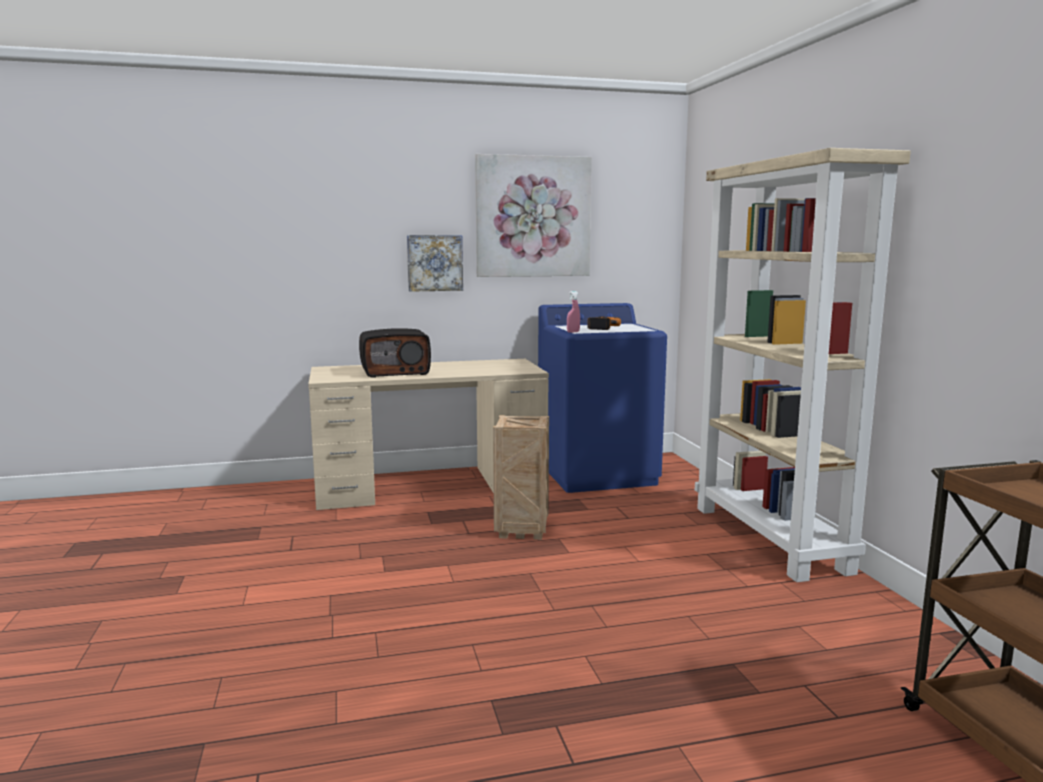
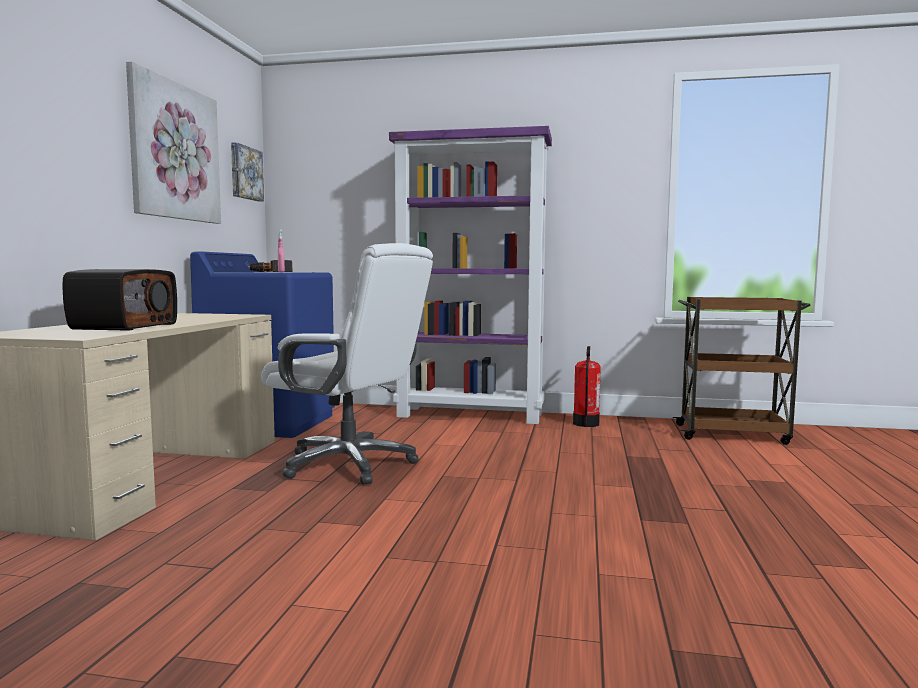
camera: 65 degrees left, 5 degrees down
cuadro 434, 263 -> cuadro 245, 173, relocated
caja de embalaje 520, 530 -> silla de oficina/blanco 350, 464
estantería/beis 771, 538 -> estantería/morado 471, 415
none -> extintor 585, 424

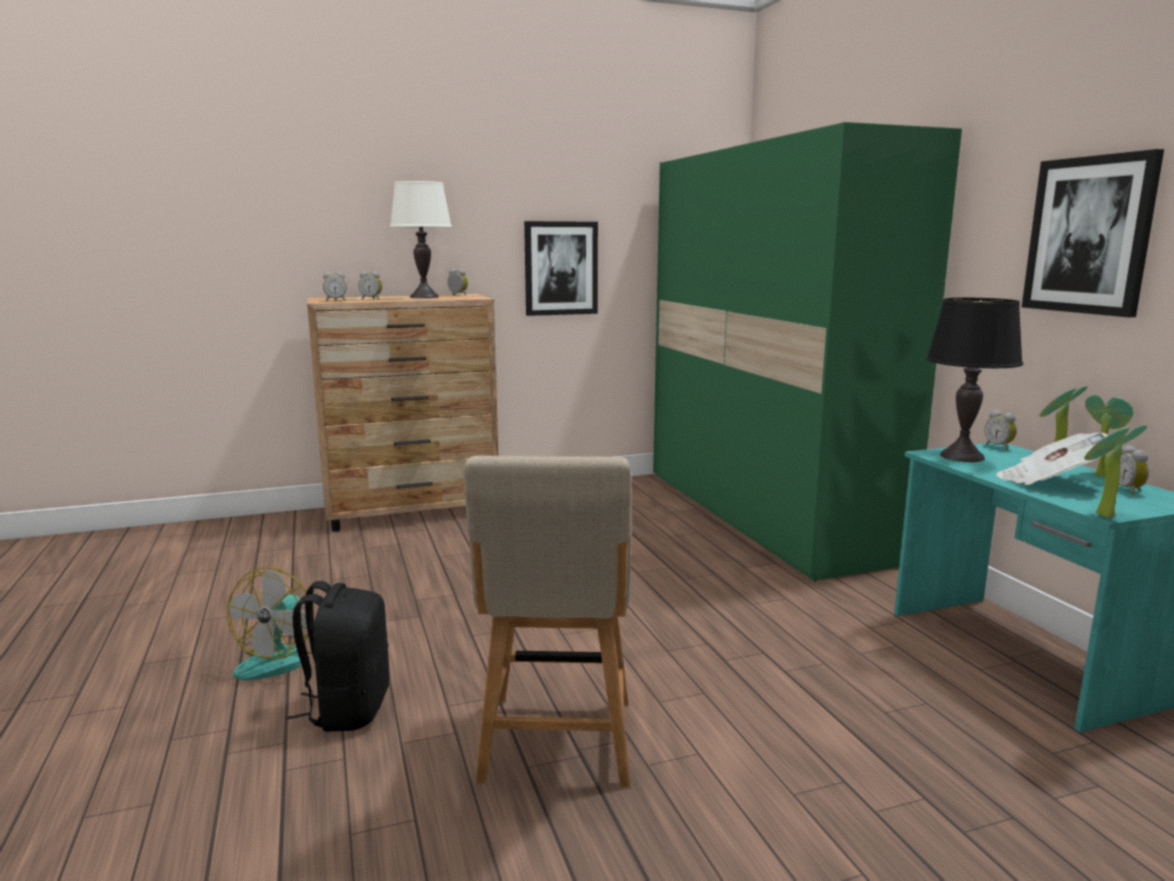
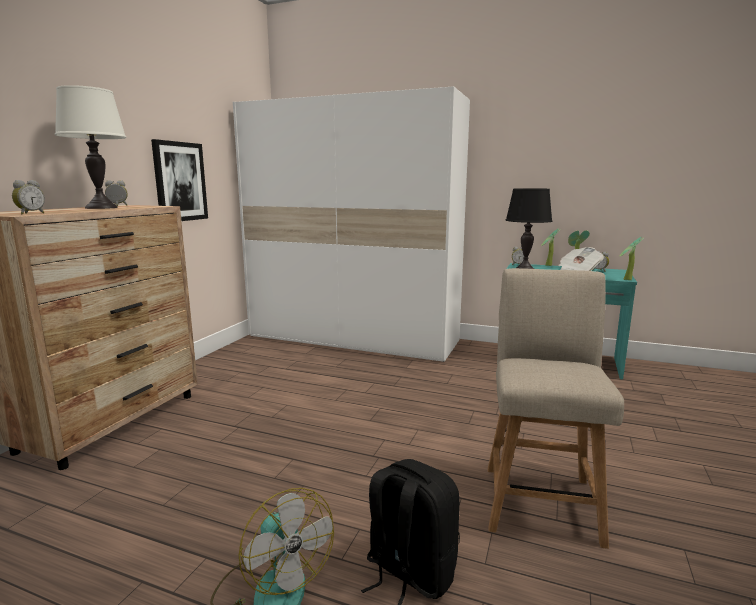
camera: 50 degrees left, 0 degrees up
armario ropero/verde 763, 513 -> armario ropero/blanco 353, 338
silla/beis 557, 745 -> silla/beis 540, 499, 120 degrees counterclockwise
despertador 371, 299 -> none
cuadro 1089, 235 -> none

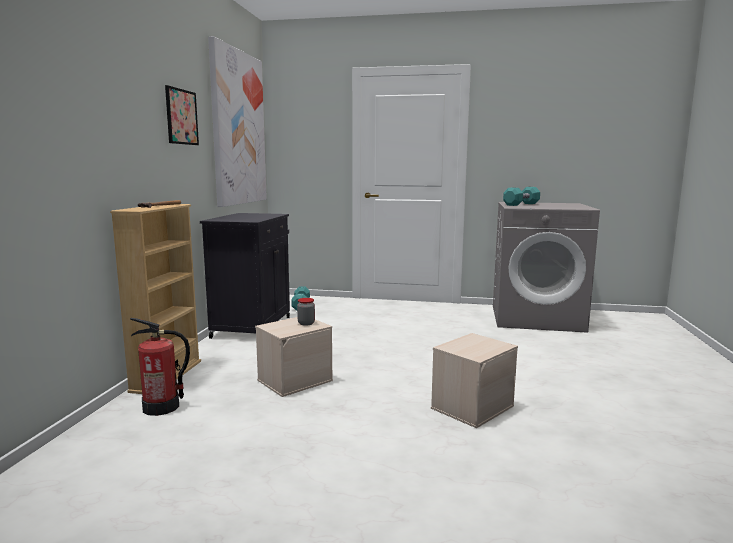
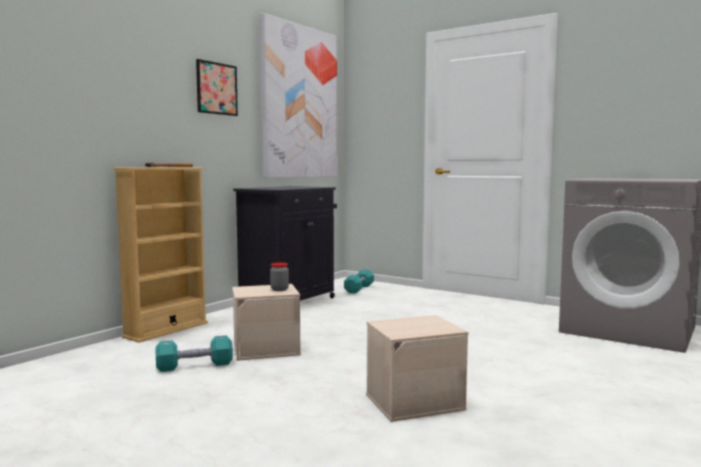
camera: 25 degrees right, 5 degrees down
mancuerna/turquesa 521, 204 -> mancuerna/turquesa 194, 366, relocated
extintor 162, 407 -> none

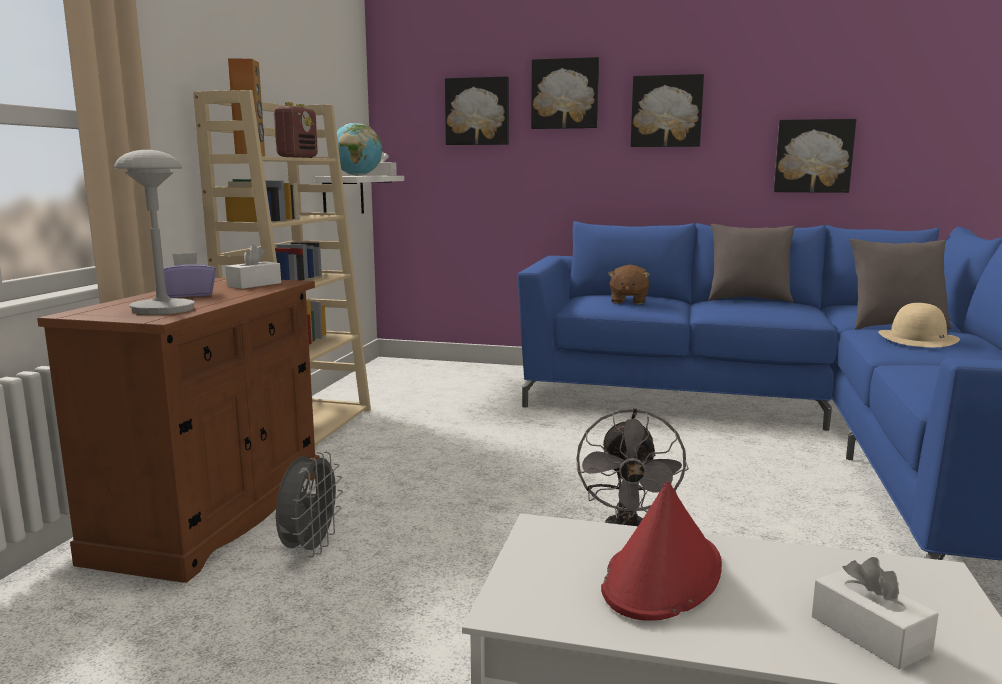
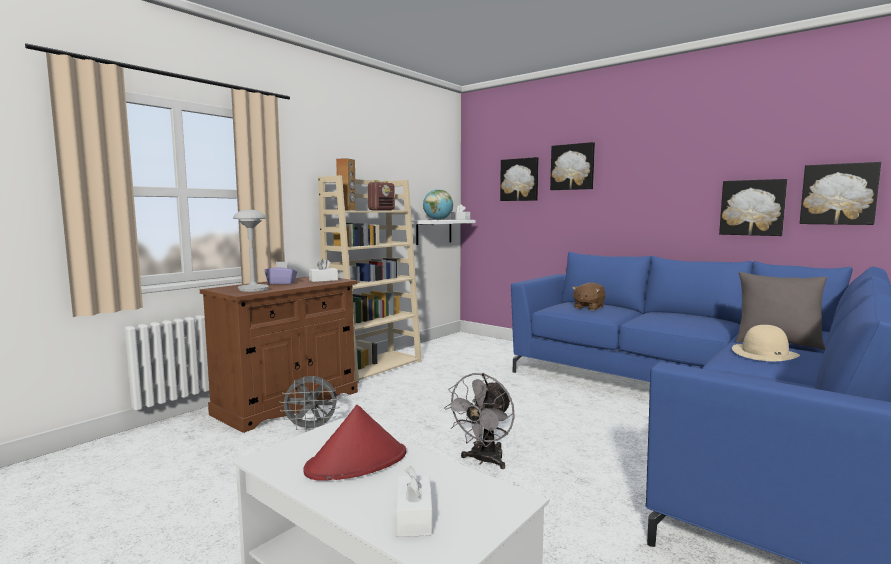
camera: 25 degrees right, 5 degrees down
ventilador/gris 310, 549 -> ventilador/gris 311, 429, 45 degrees clockwise
cuadro 666, 111 -> cuadro 838, 194, relocated
cojín/gris 748, 300 -> none

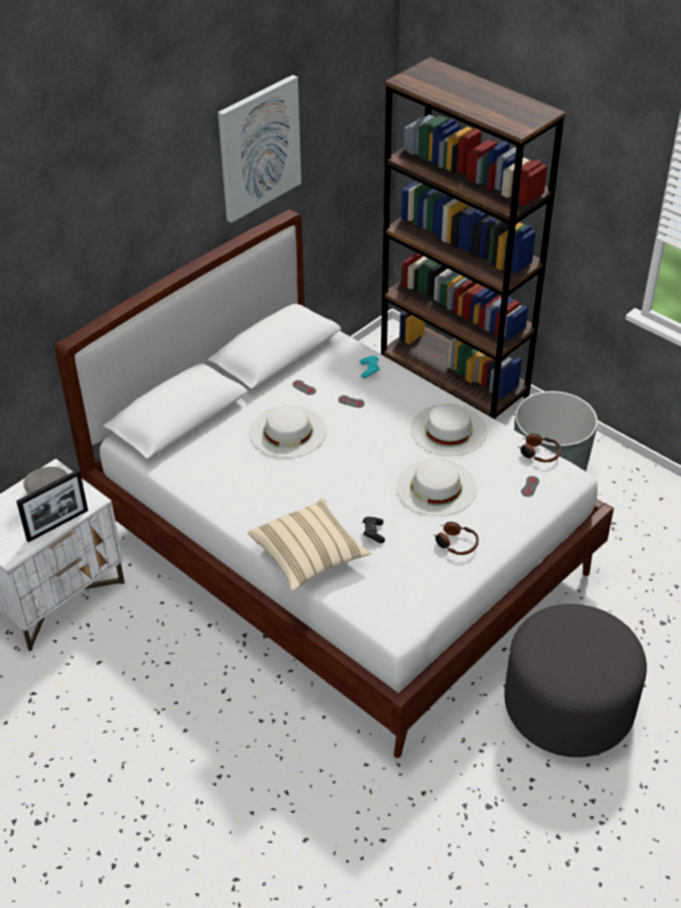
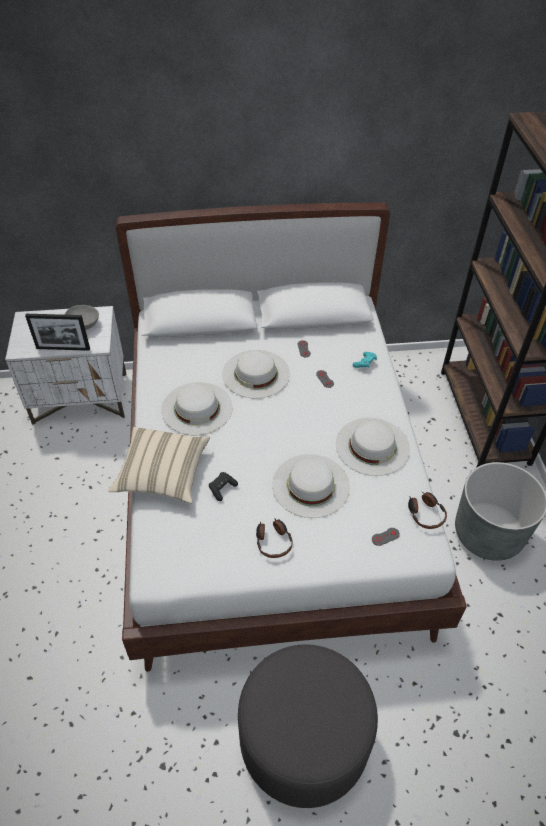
camera: 40 degrees right, 5 degrees up
none -> sombrero/blanco 196, 408
cuadro 259, 148 -> none

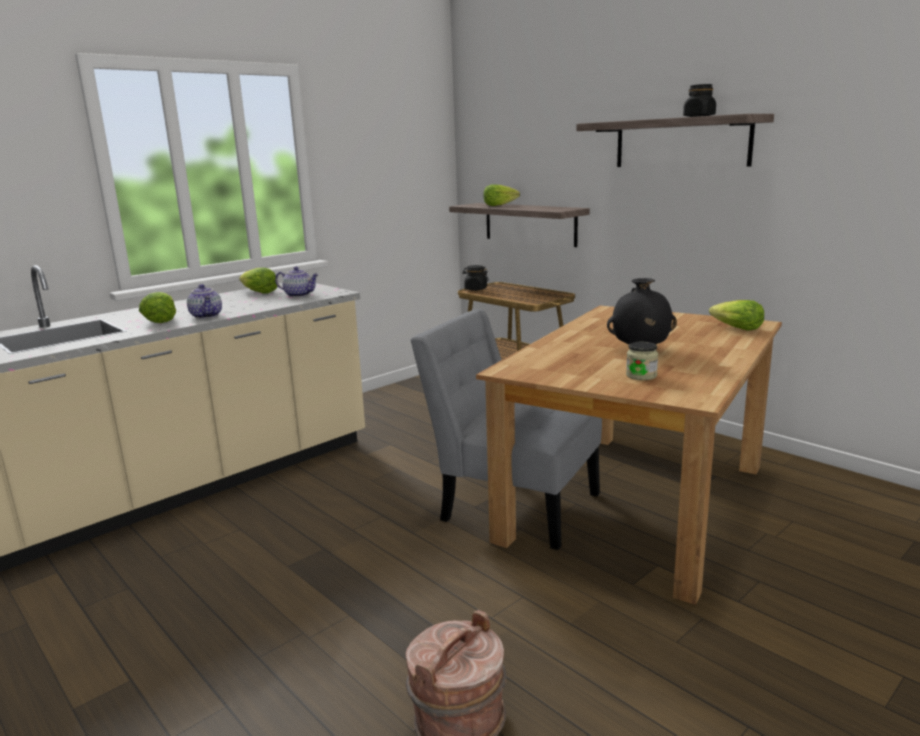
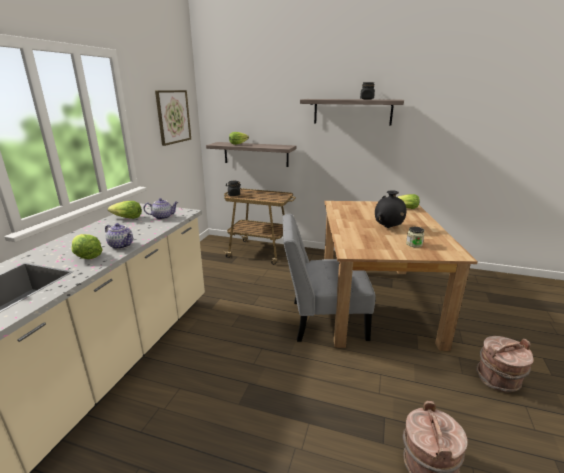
camera: 30 degrees left, 5 degrees up
none -> cuadro 173, 117
none -> cubo/marrón 498, 379

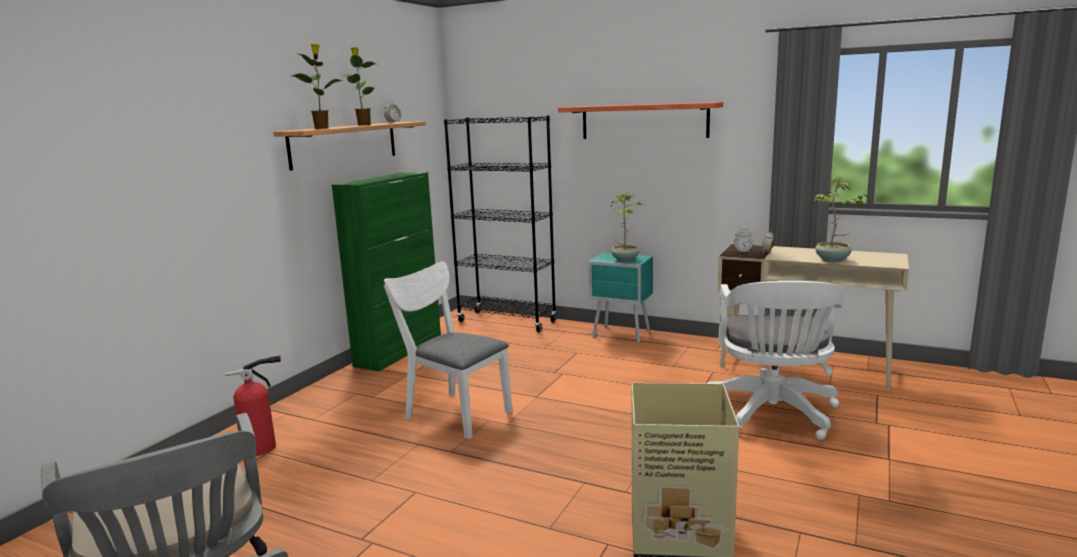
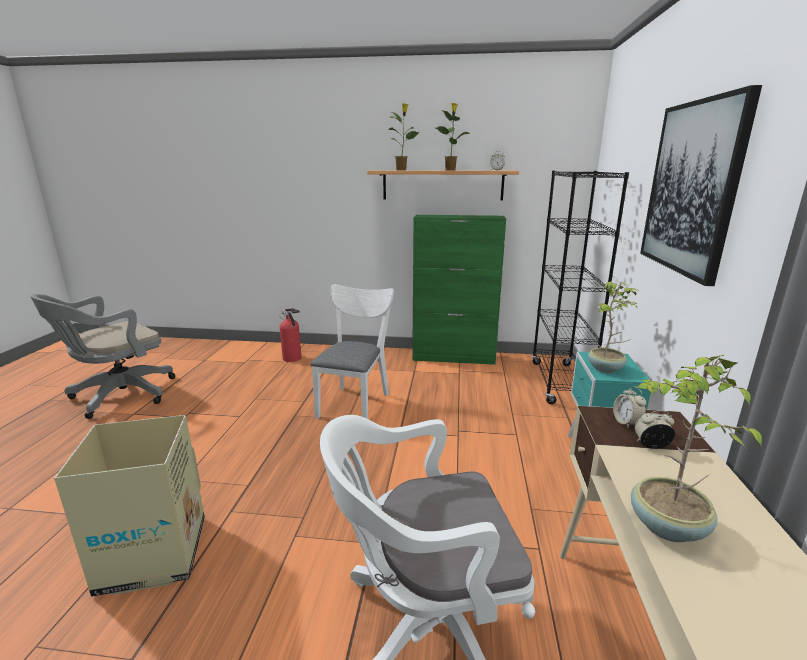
camera: 70 degrees right, 5 degrees up
estante 644, 121 -> cuadro 691, 188

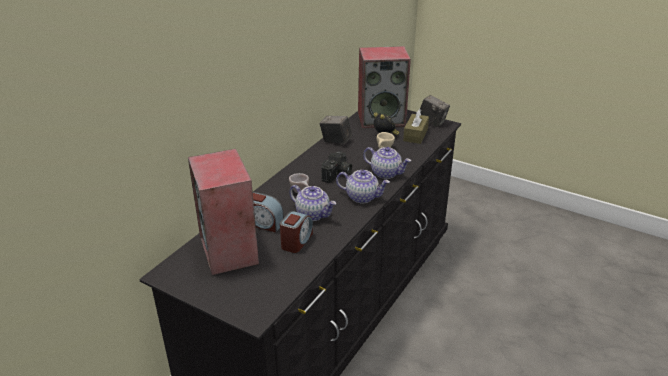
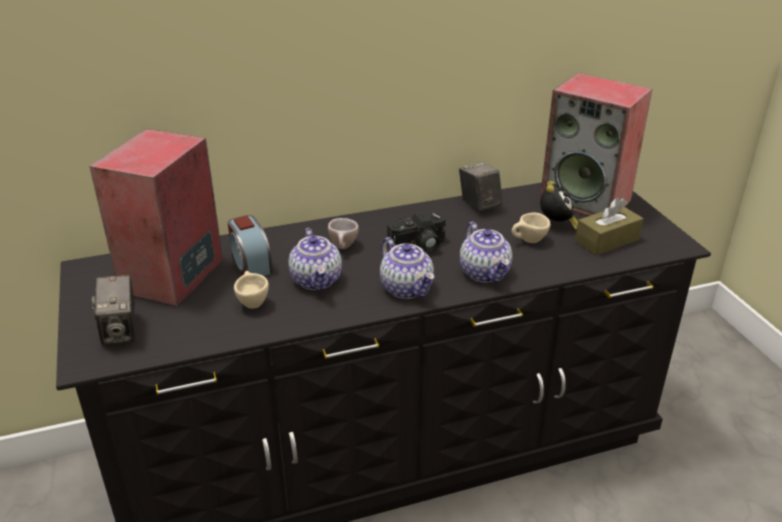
camera: 40 degrees right, 0 degrees up
cámara 432, 122 -> cámara 121, 331, relocated
despertador 296, 241 -> taza/beis 251, 302

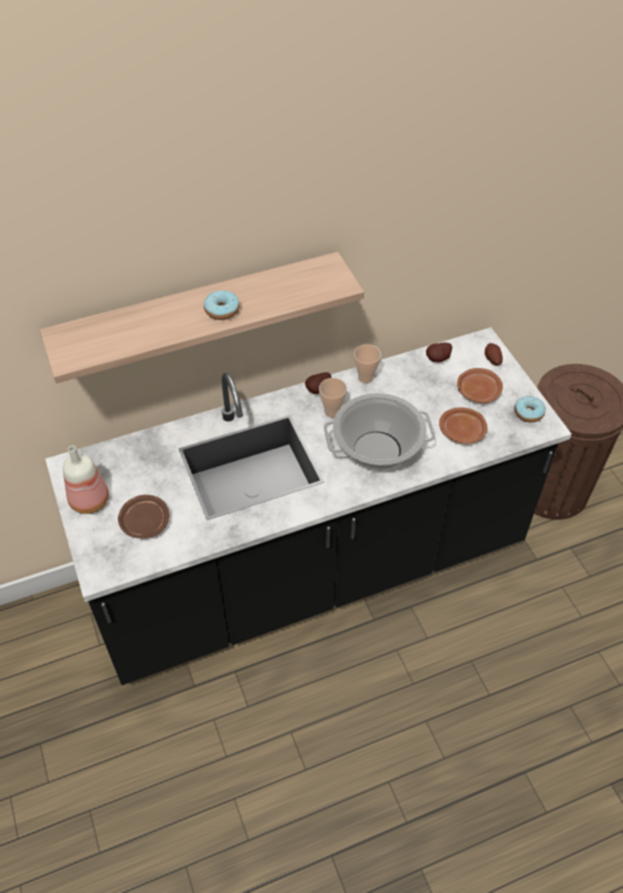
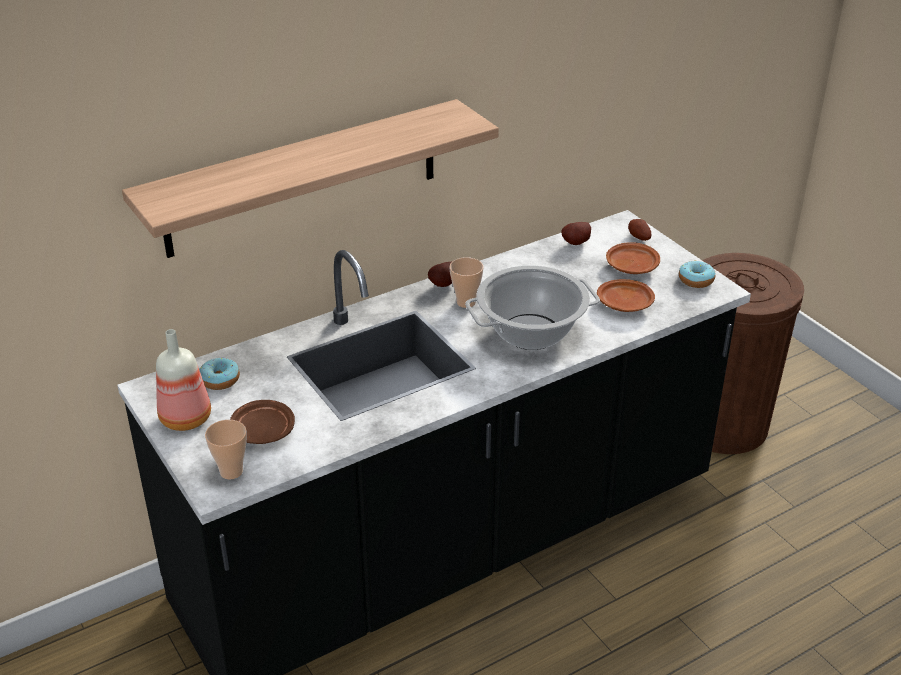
camera: 10 degrees left, 15 degrees down
rosquilla 222, 310 -> rosquilla 220, 380, relocated
taza 365, 377 -> taza 231, 471, relocated

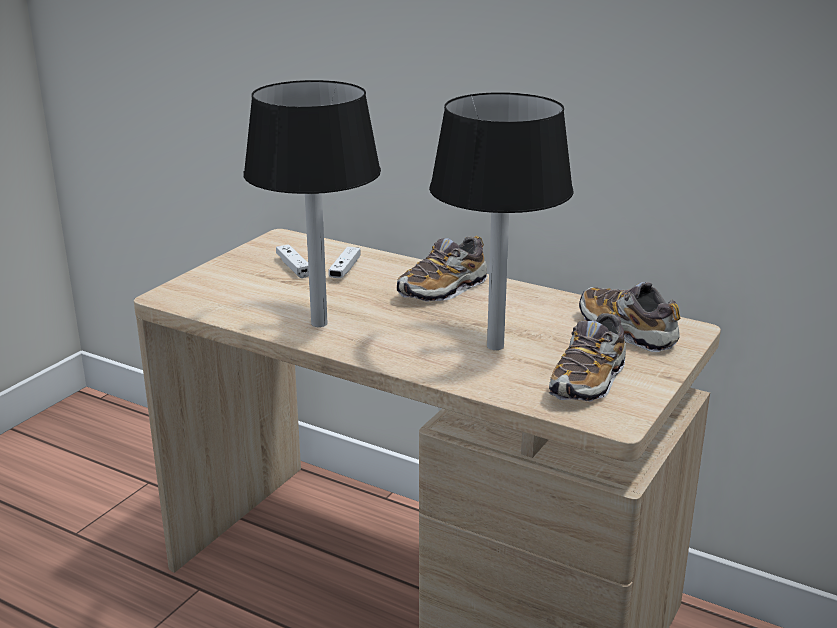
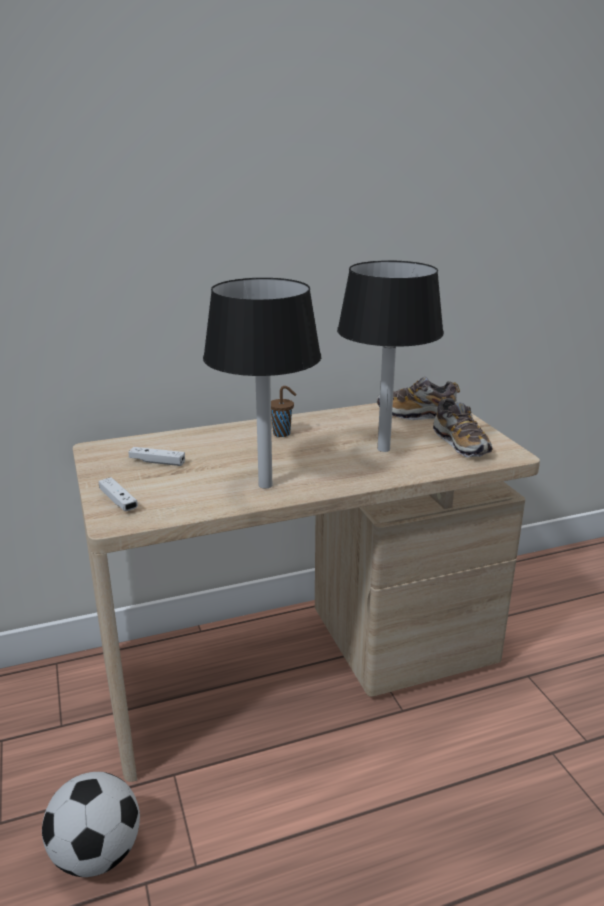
camera: 50 degrees left, 0 degrees up
none -> balón de fútbol 97, 854
mando de consola/blanco 345, 270 -> mando de consola/blanco 118, 501, relocated
zapato 443, 290 -> taza/marrón 283, 434

